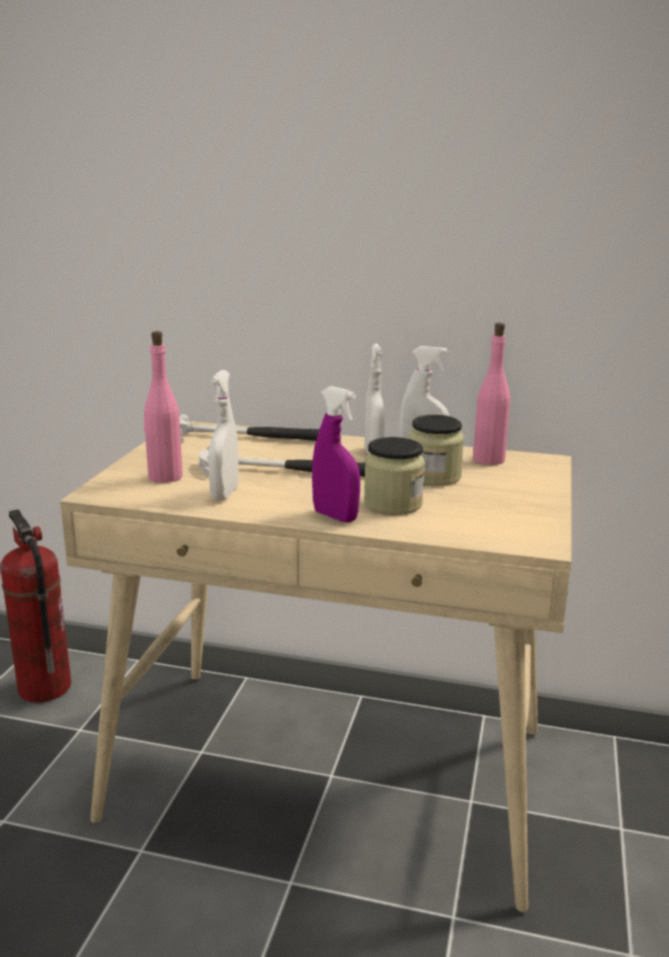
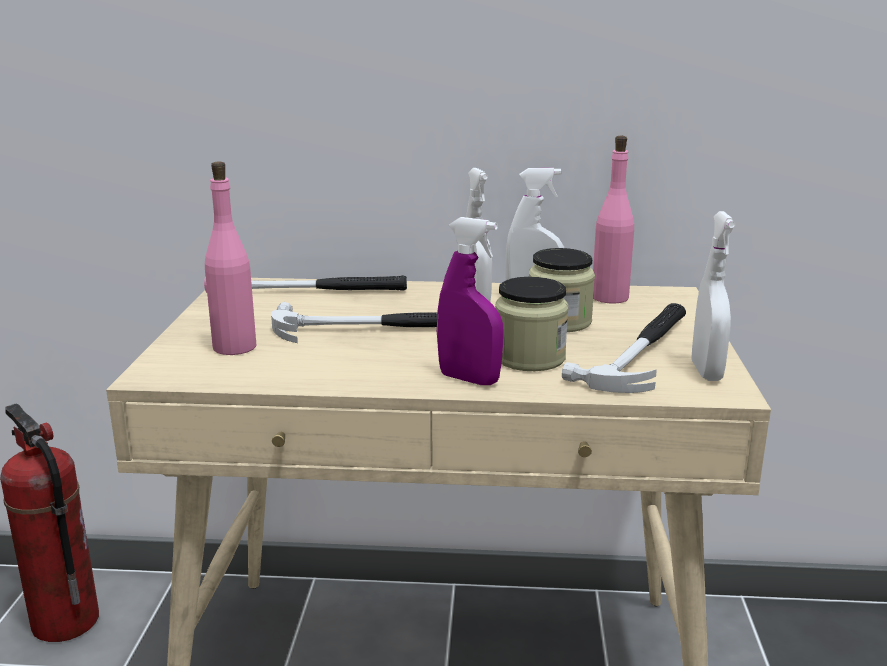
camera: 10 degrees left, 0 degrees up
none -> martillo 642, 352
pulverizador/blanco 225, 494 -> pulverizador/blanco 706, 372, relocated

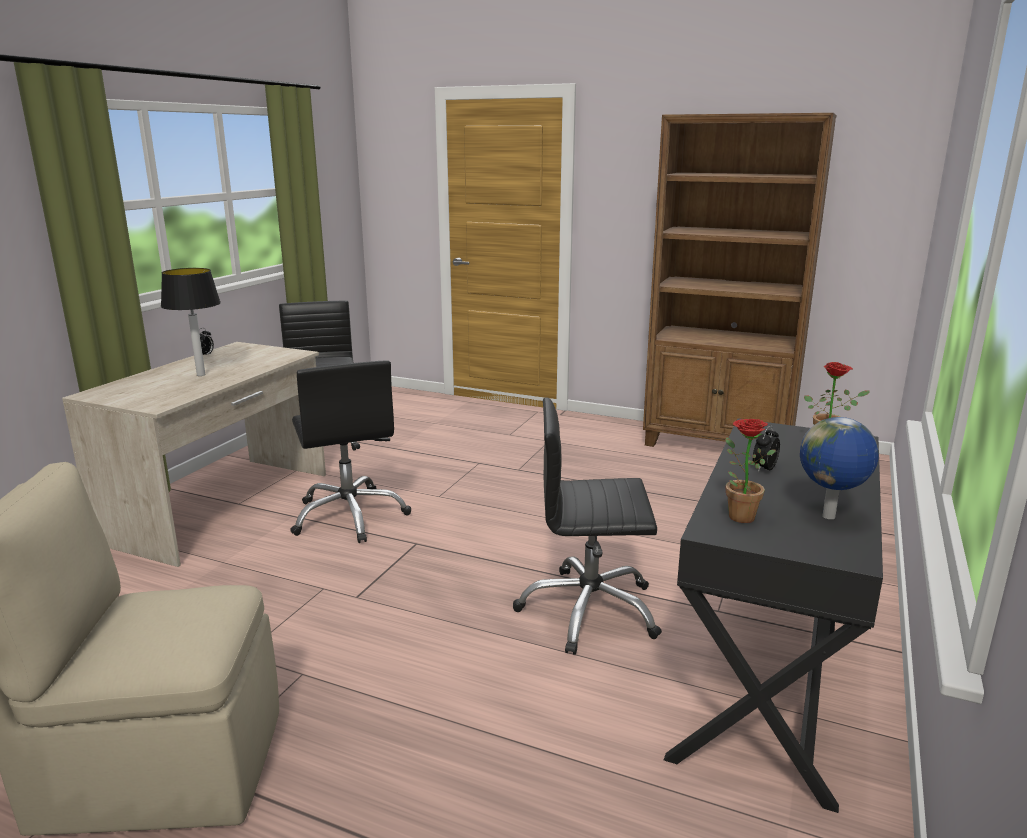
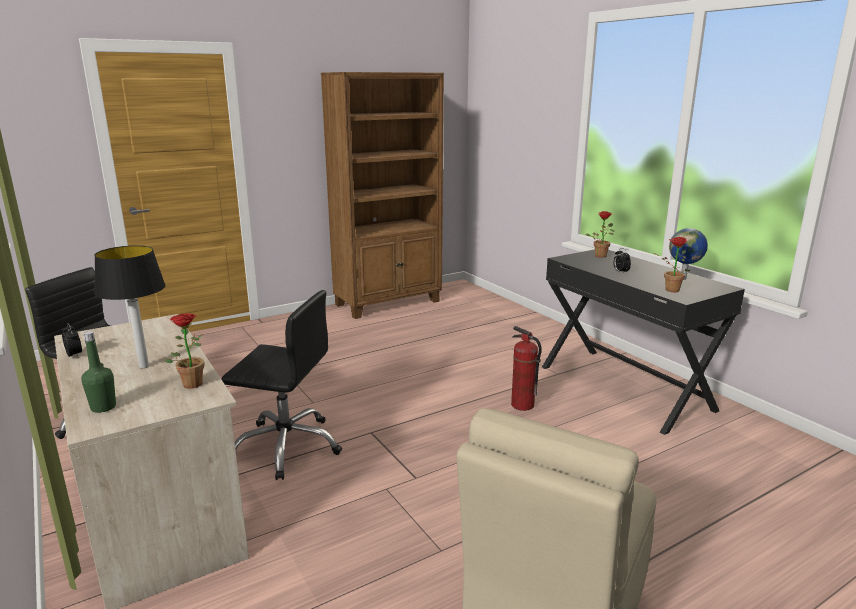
camera: 55 degrees left, 0 degrees up
none -> botella/verde 103, 407
none -> planta en maceta 191, 383
silla de oficina/negro 589, 610 -> extintor 522, 405

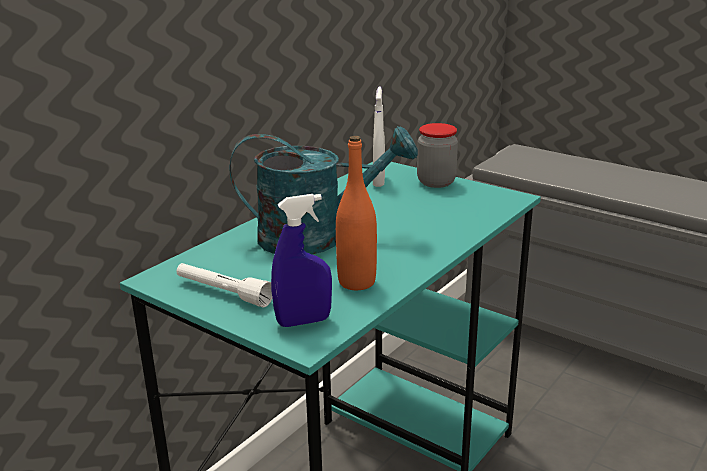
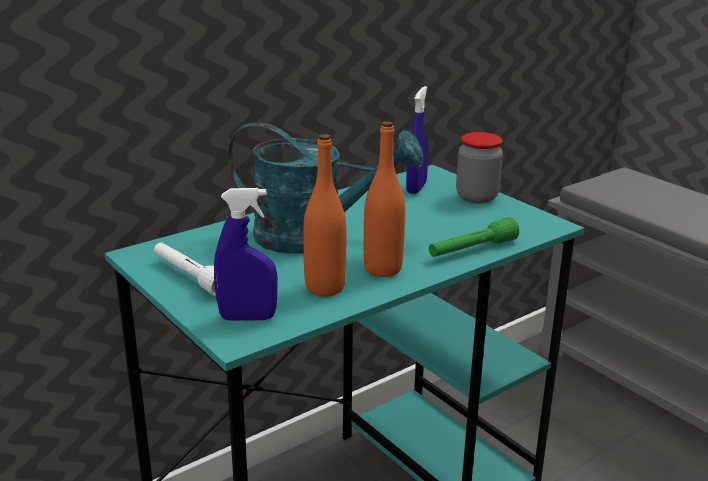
camera: 15 degrees right, 0 degrees up
none -> botella/naranja 382, 269
pulverizador/blanco 379, 181 -> pulverizador/azul 416, 188
none -> linterna/verde 472, 250

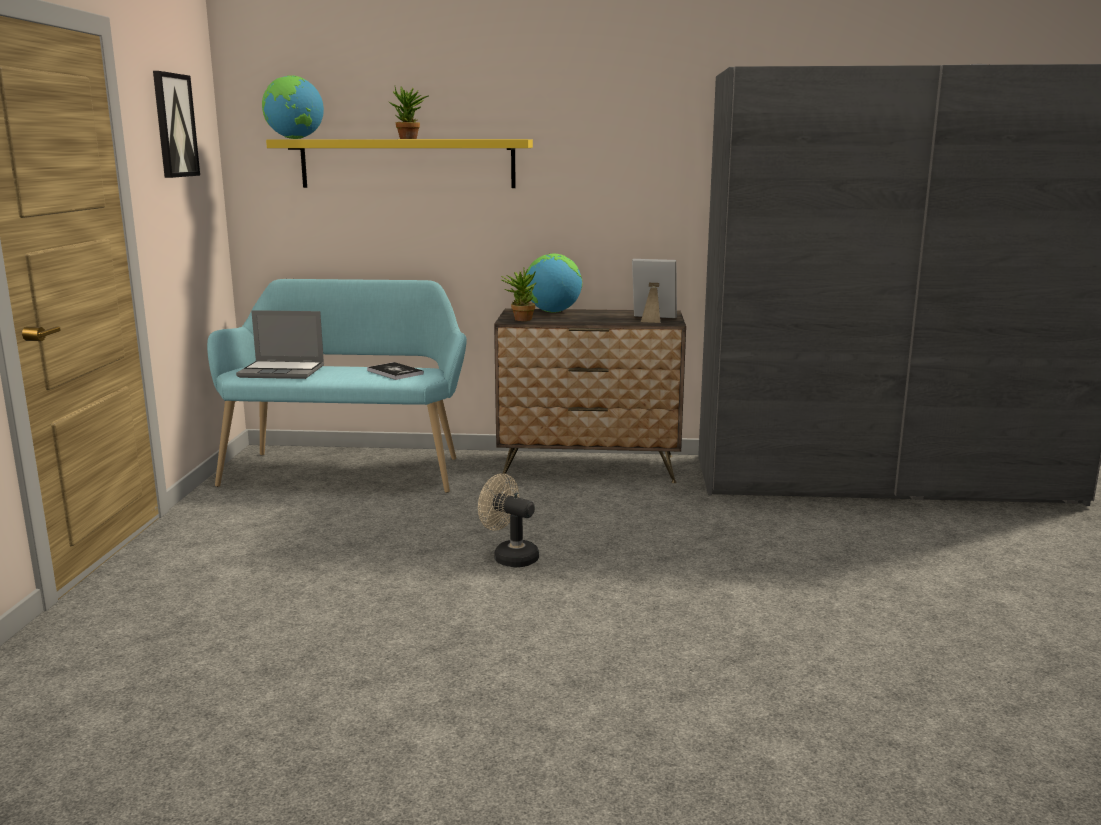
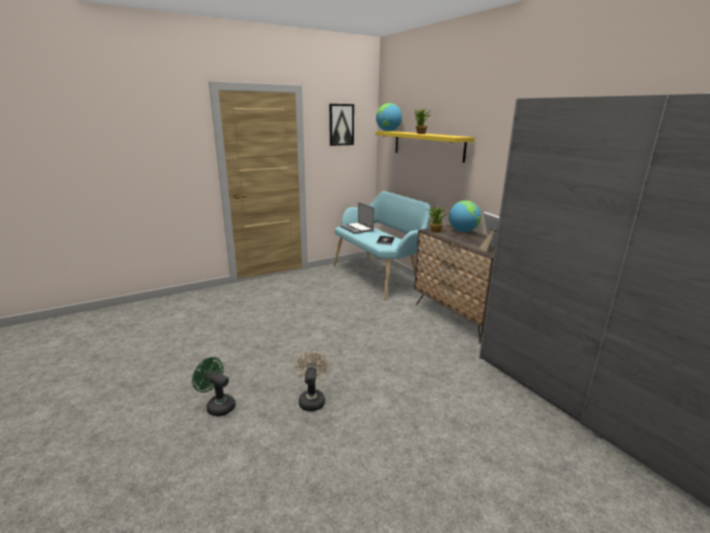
camera: 55 degrees right, 5 degrees up
none -> ventilador/verde 217, 406
ventilador/beis 509, 557 -> ventilador/beis 312, 399, relocated

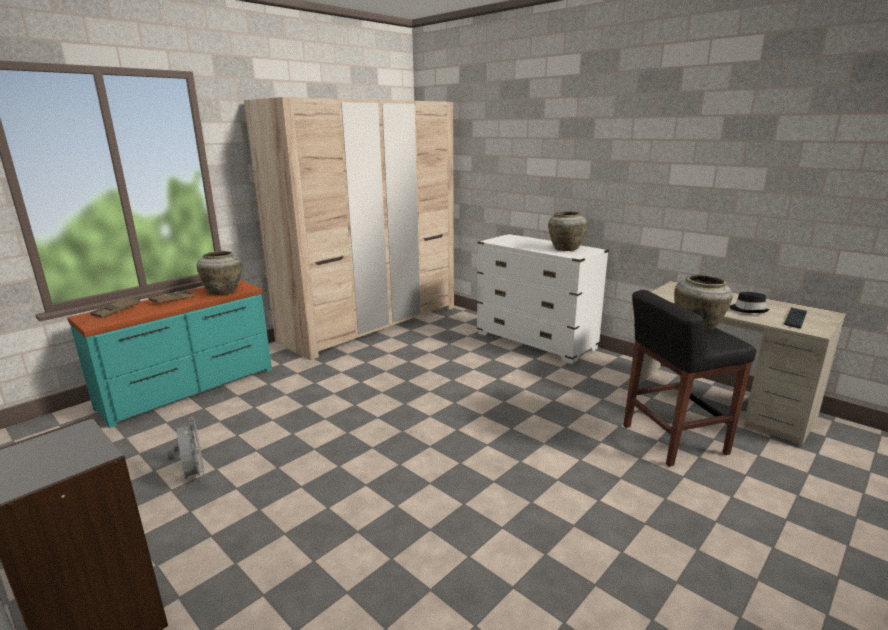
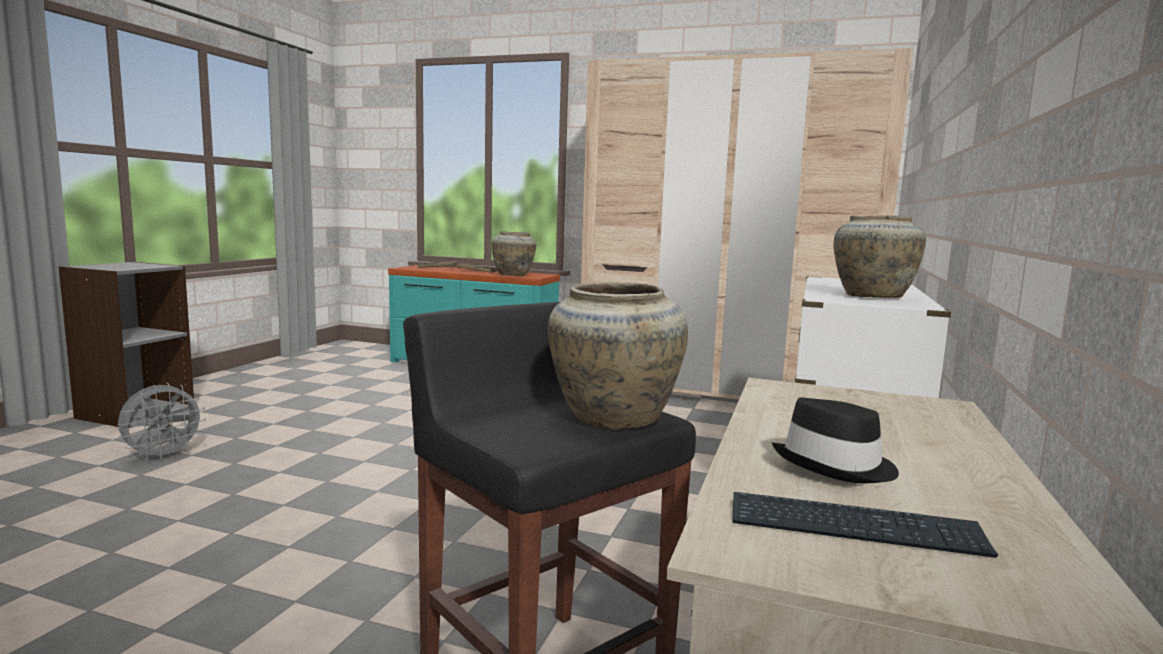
camera: 65 degrees right, 10 degrees down
ventilador/gris 193, 476 -> ventilador/gris 163, 456, relocated

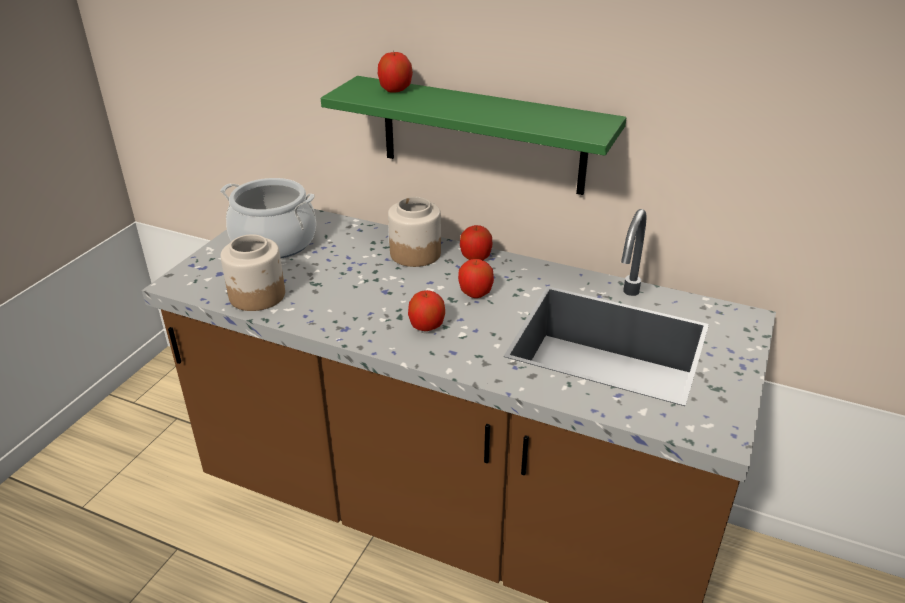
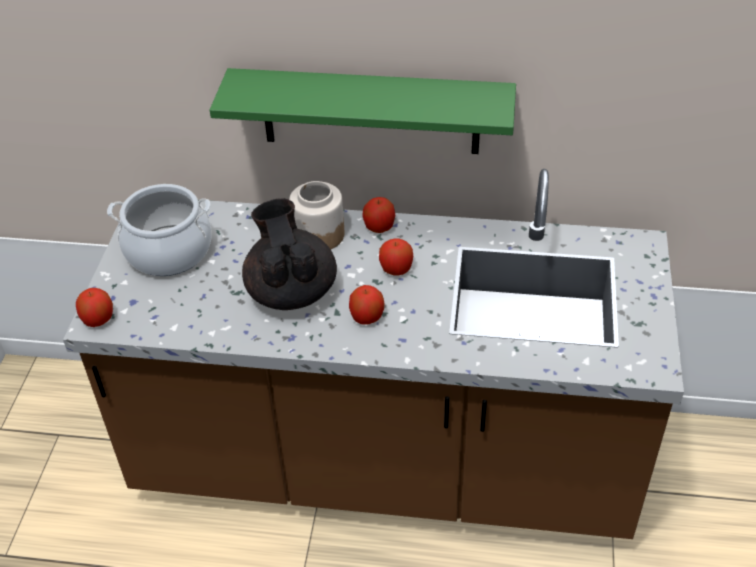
camera: 15 degrees left, 10 degrees up
manzana 395, 90 -> manzana 98, 320, relocated
none -> tetera/negro 291, 291
tarro 257, 296 -> none

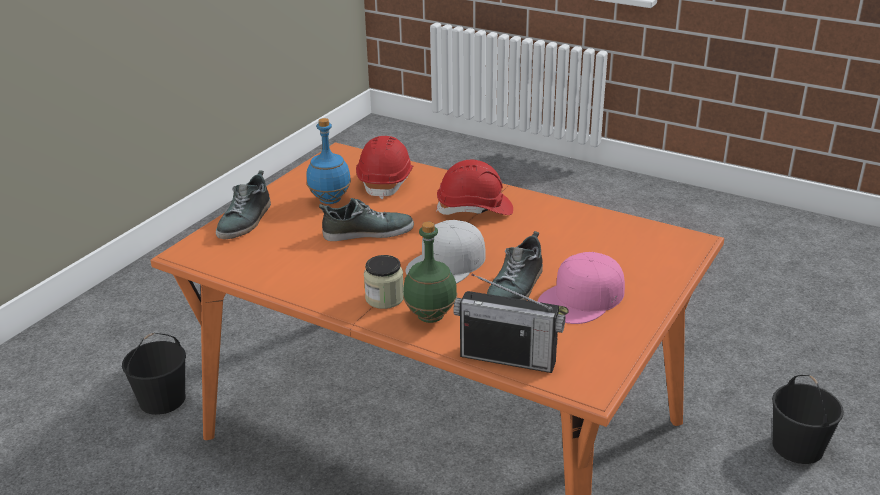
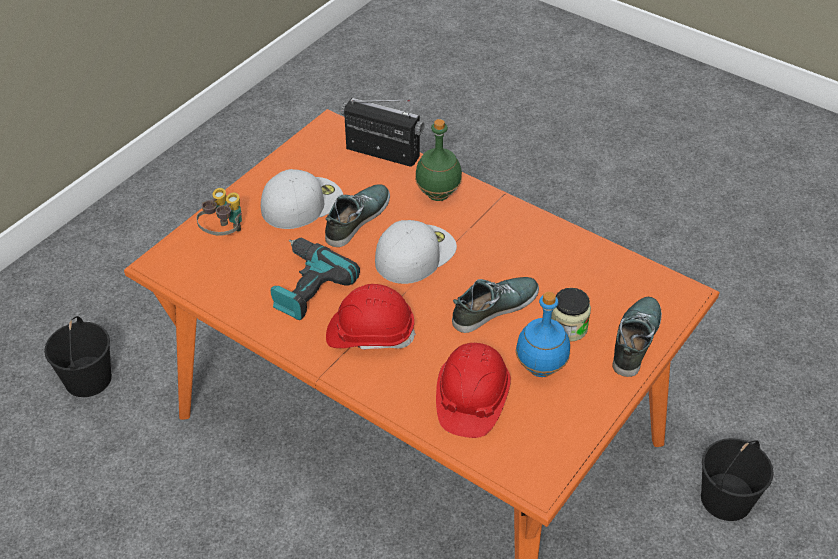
camera: 175 degrees left, 15 degrees up
none -> prismáticos 224, 234
gorra/rosa 582, 298 -> gorra/blanco 302, 202
none -> taladro 306, 286
zapato 367, 231 -> zapato 494, 307, 150 degrees clockwise
tarro 384, 298 -> tarro 568, 328, relocated

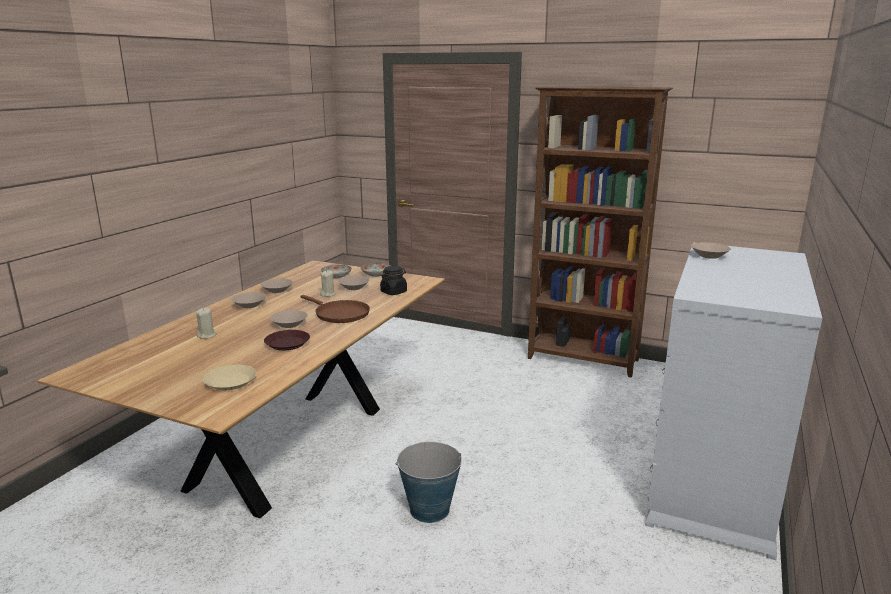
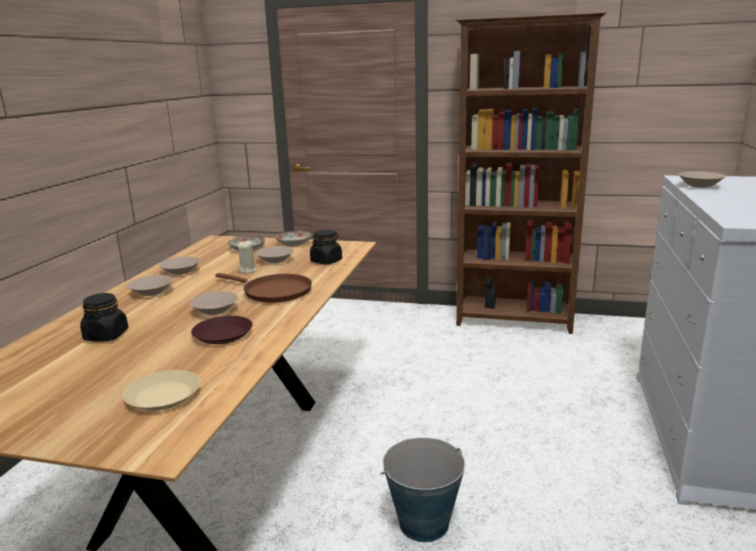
camera: 10 degrees left, 0 degrees up
vela/beis 207, 335 -> tarro/negro 106, 335

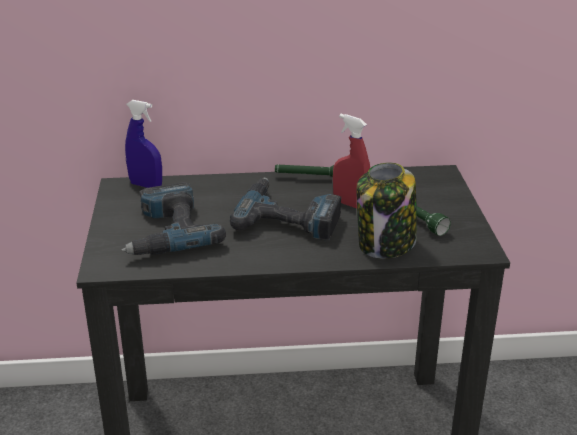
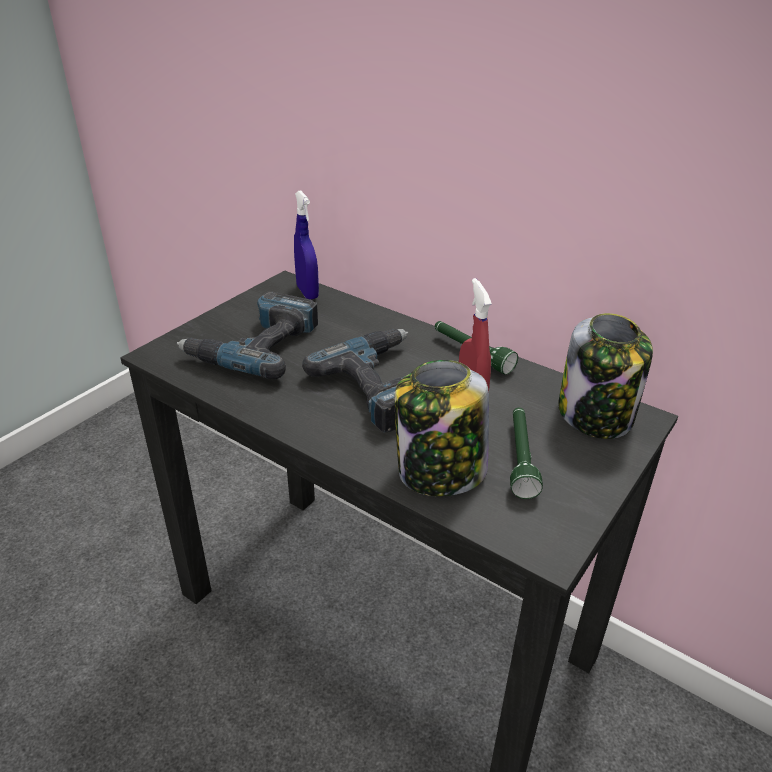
camera: 40 degrees right, 5 degrees up
none -> tarro 596, 415

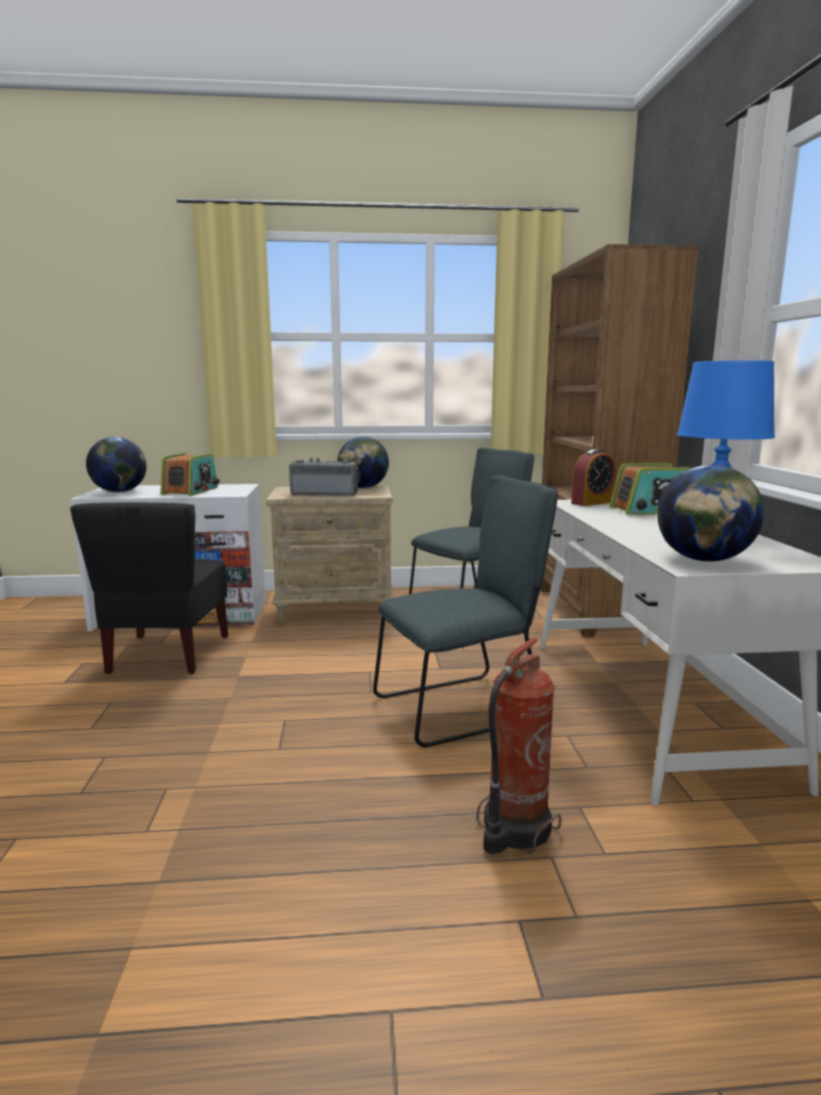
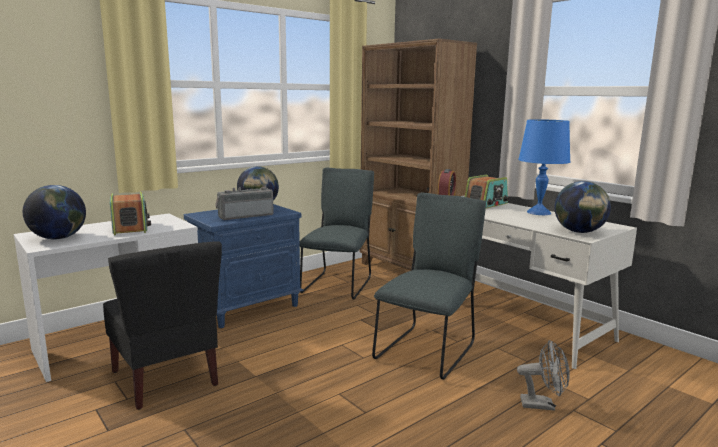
camera: 35 degrees left, 0 degrees up
mesita de noche/beis 336, 609 -> mesita de noche/azul 248, 307
extintor 513, 830 -> ventilador/gris 542, 404

